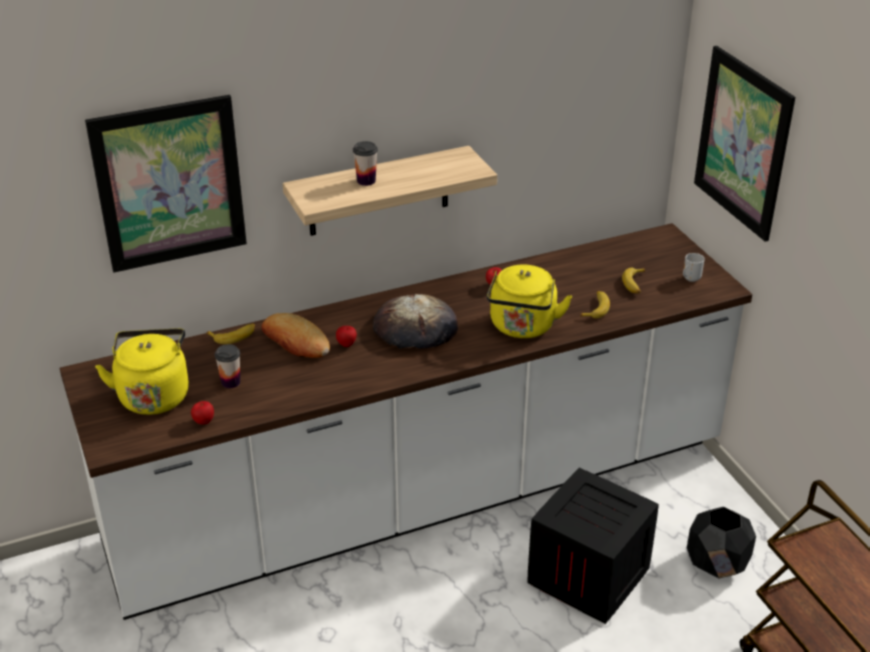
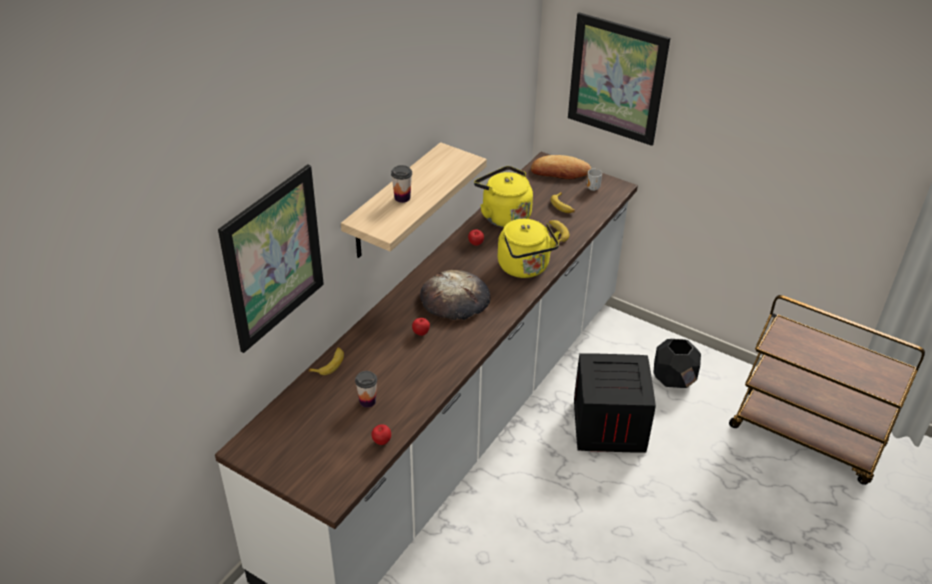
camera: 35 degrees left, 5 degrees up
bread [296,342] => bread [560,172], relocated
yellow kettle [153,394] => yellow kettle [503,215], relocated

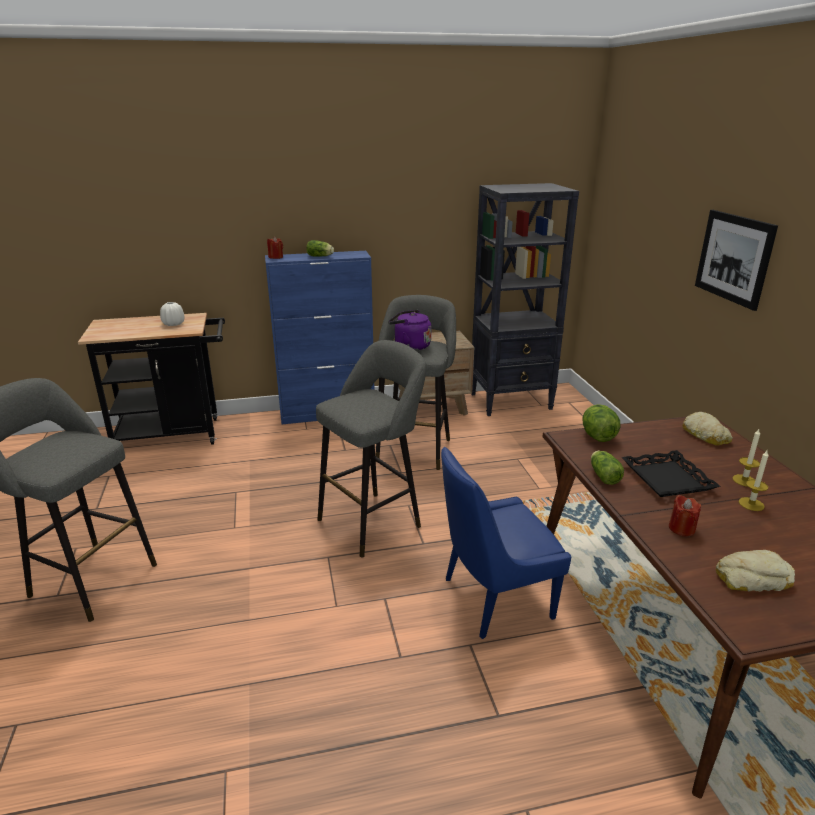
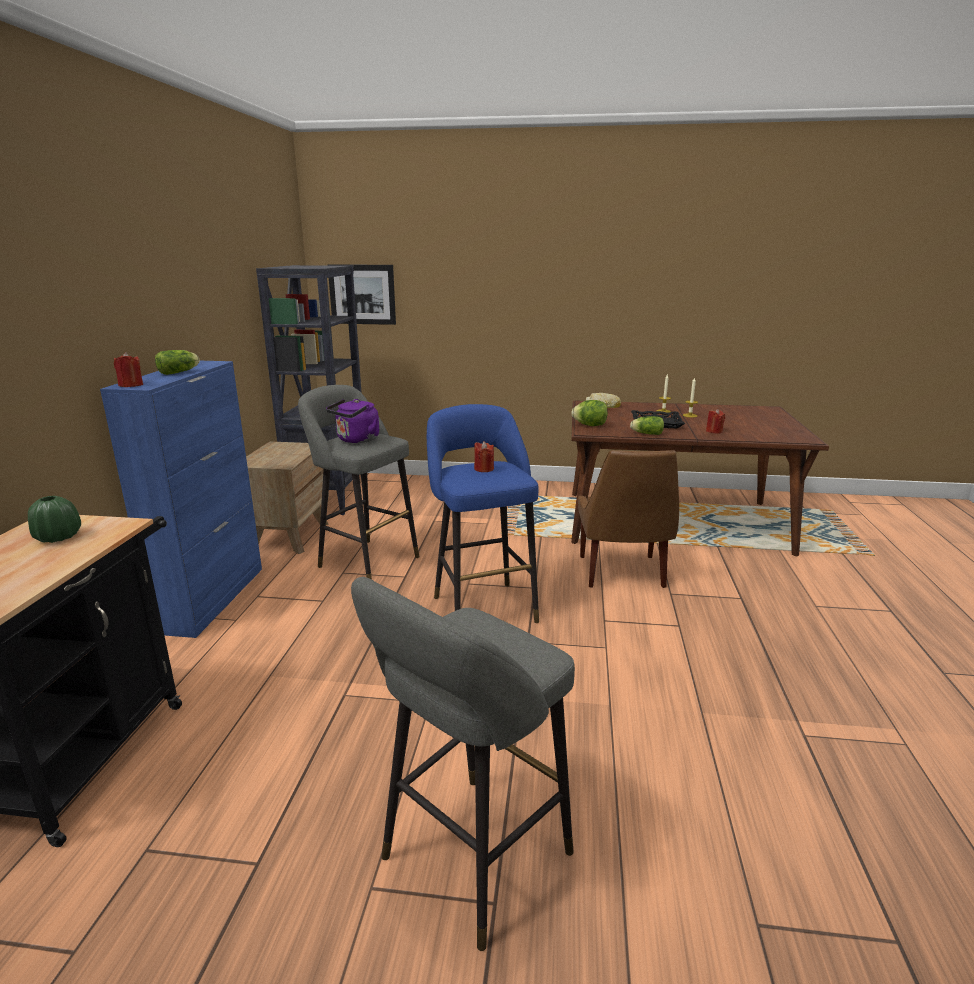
camera: 70 degrees left, 5 degrees down
picture [734,258] => picture [362,294], relocated
white vase [173,324] => green vase [58,537]
grey stool [374,521] => blue stool [482,606]
blue chair [493,599] => brown chair [621,573]
bread [751,578] => nothing
nothing => red candle [484,469]

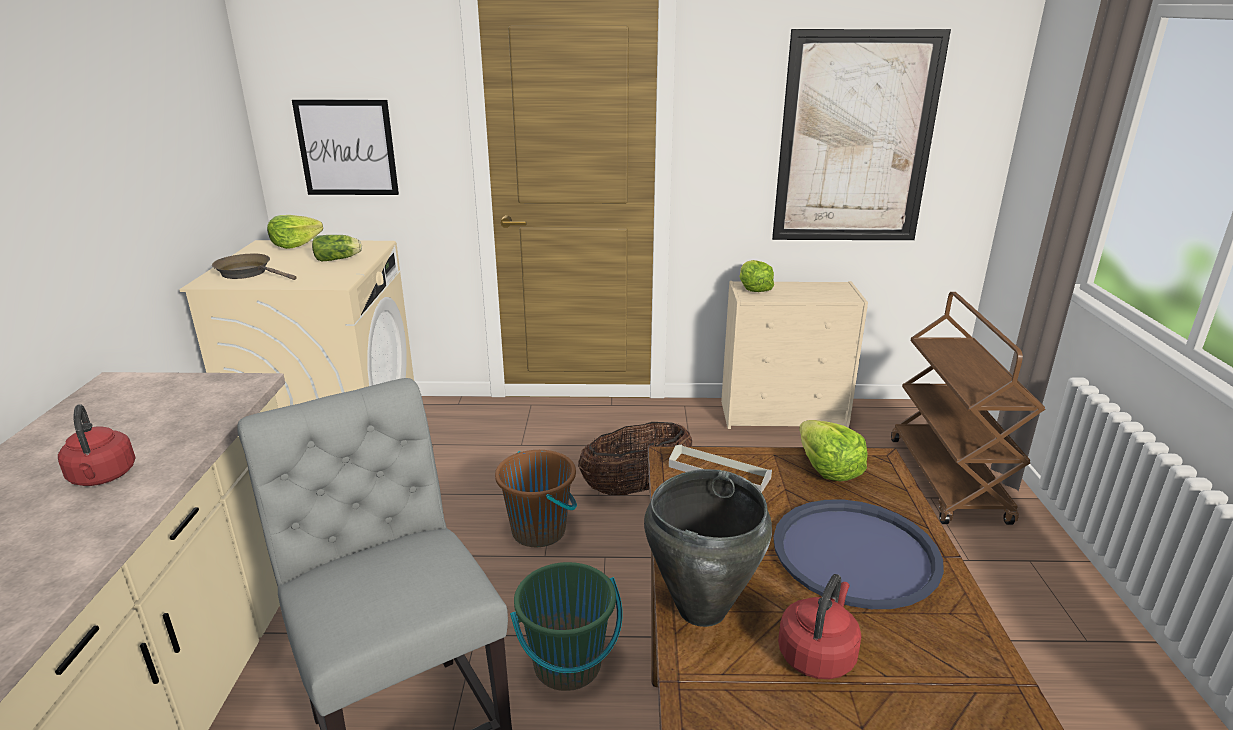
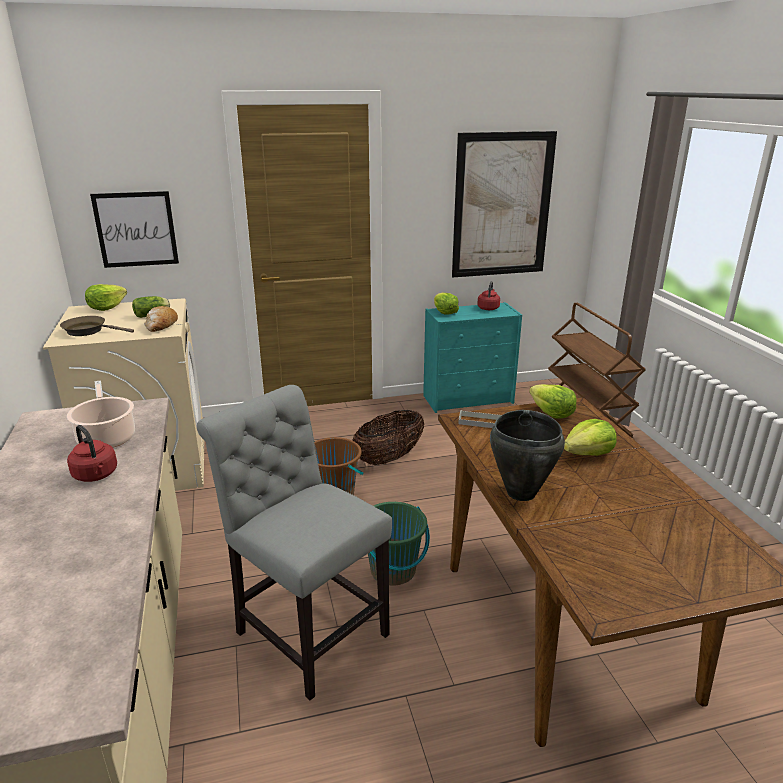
camera: 15 degrees left, 0 degrees up
beige dresser [784,415] => turquoise dresser [469,399]
blue tray [855,553] => lettuce [588,453]
red kettle [818,654] => red kettle [488,308], relocated
nothing => bread [161,326]
nothing => cooking pot [106,437]

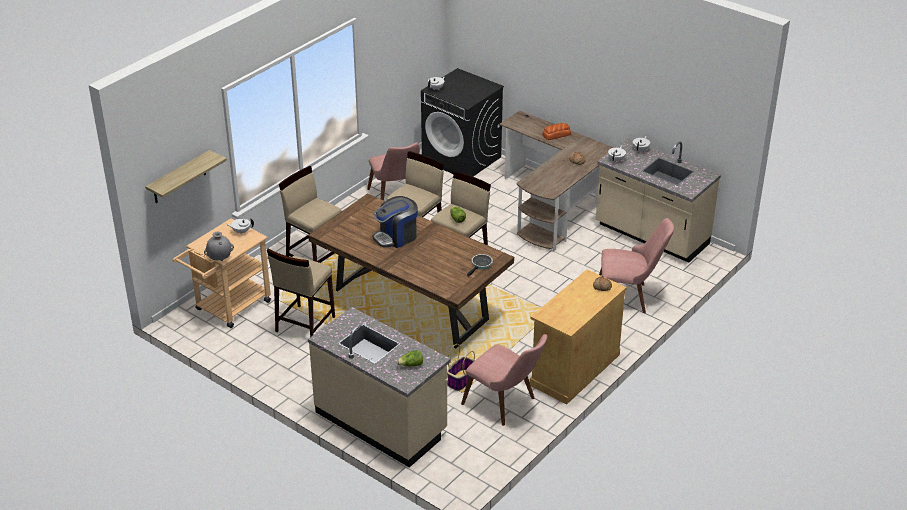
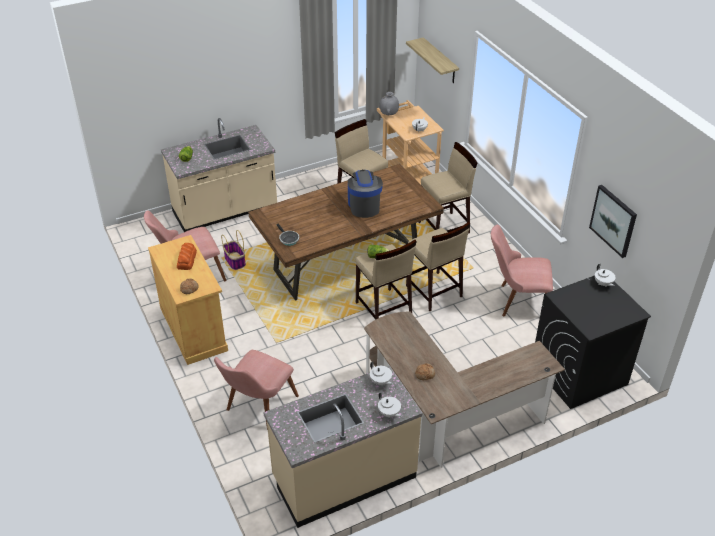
camera: 115 degrees right, 5 degrees up
bread [556,134] => bread [187,259], relocated
nothing => picture [613,220]

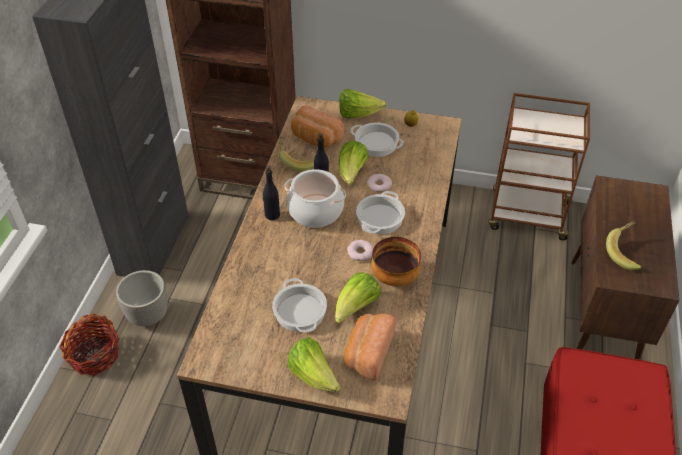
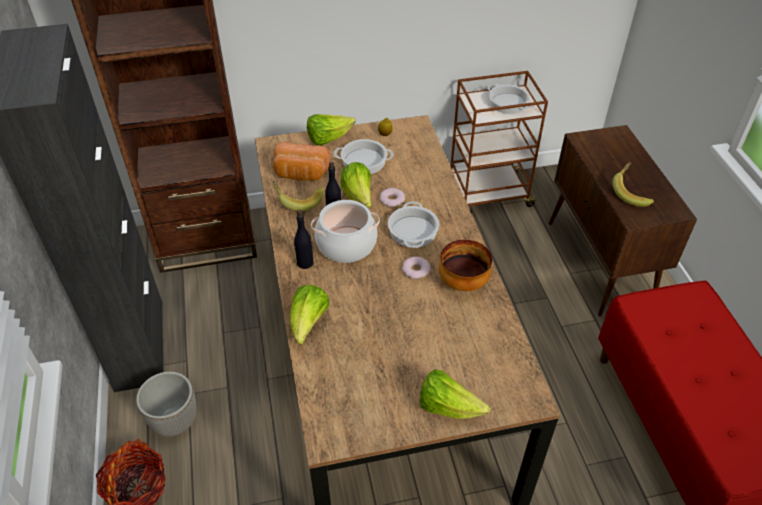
camera: 25 degrees left, 0 degrees up
lettuce [356,308] => lettuce [308,324], relocated
cooking pot [300,312] => cooking pot [508,103], relocated
bread [367,353] => nothing

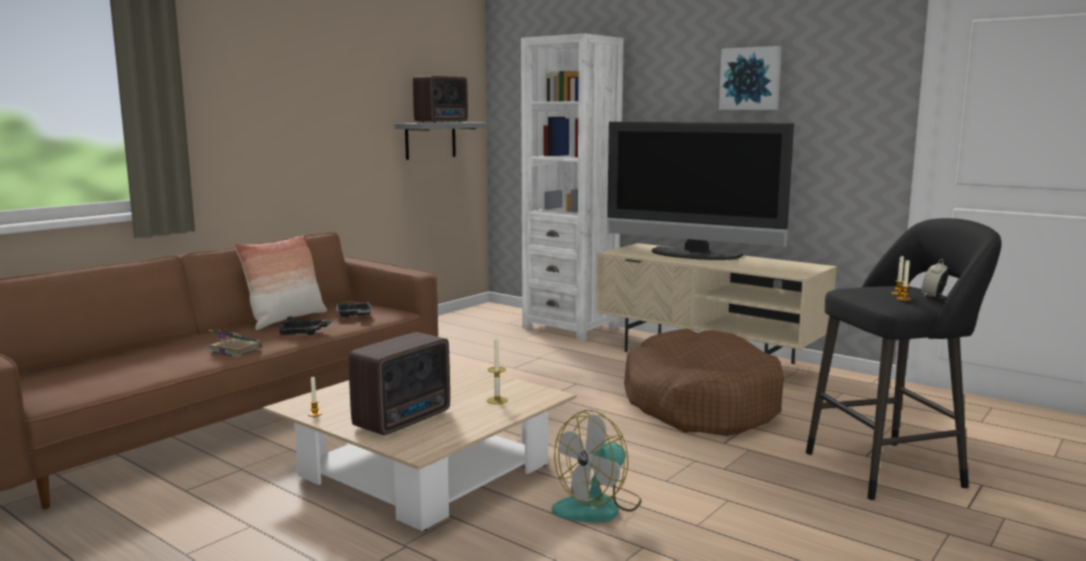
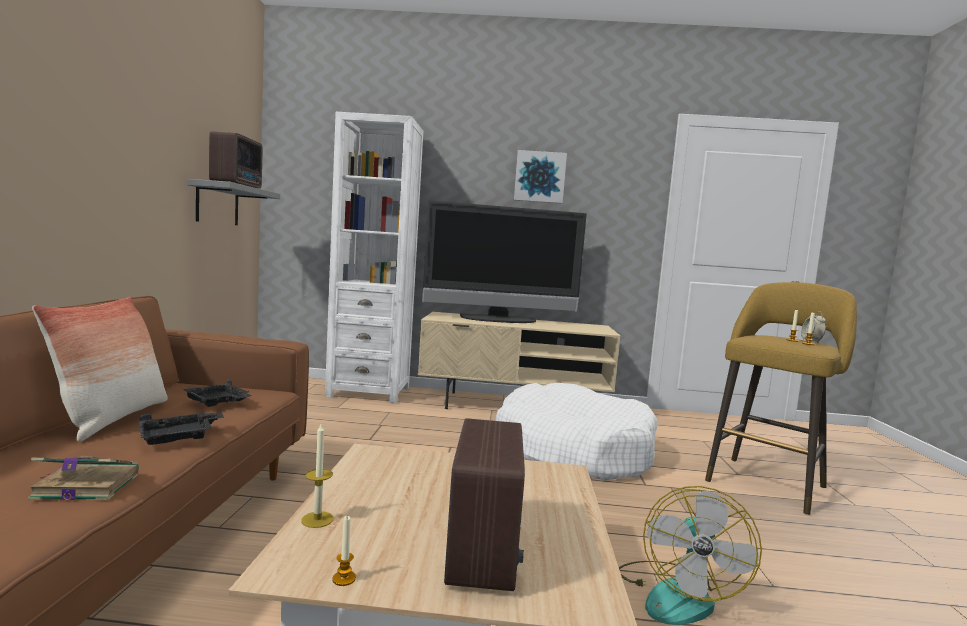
camera: 35 degrees left, 5 degrees down
black stool [891,469] => yellow stool [768,482]
brown dog bed [700,404] => white dog bed [573,450]
candle [497,400] => candle [317,519], relocated

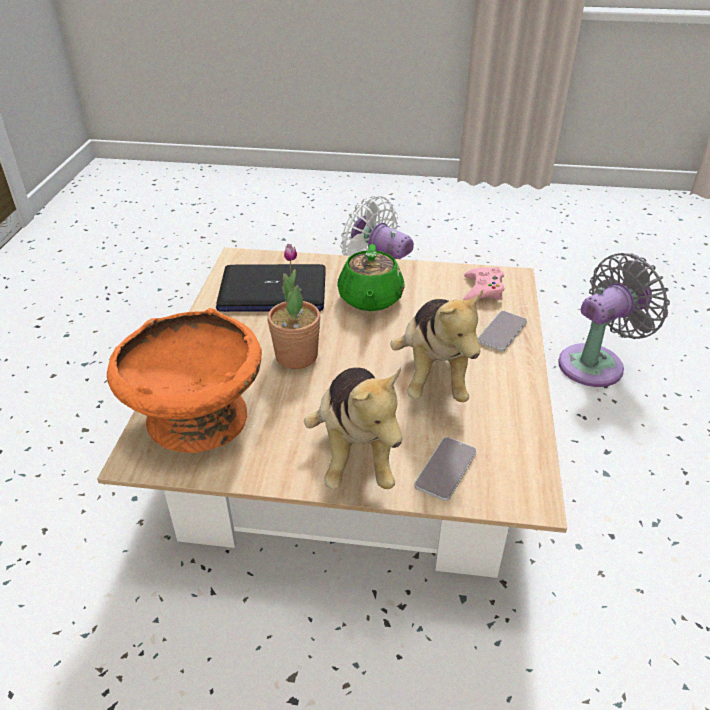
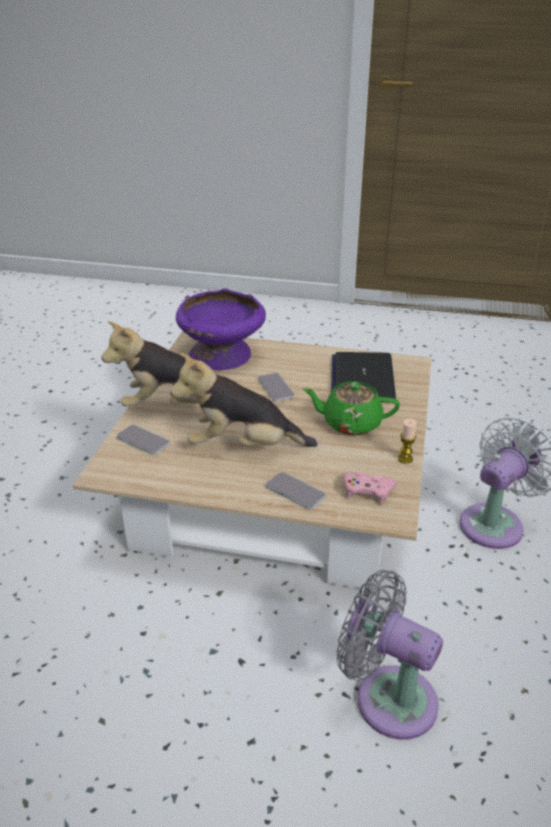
camera: 95 degrees right, 5 degrees down
potted plant [296,356] => phone [276,388]
grey fan [596,363] => grey fan [388,697], 150 degrees clockwise
orange bowl [196,415] => purple bowl [222,354]
nothing => candle [405,459]

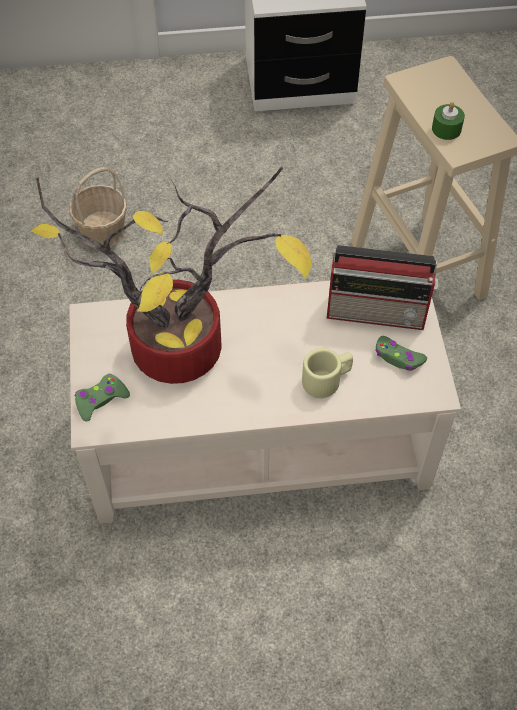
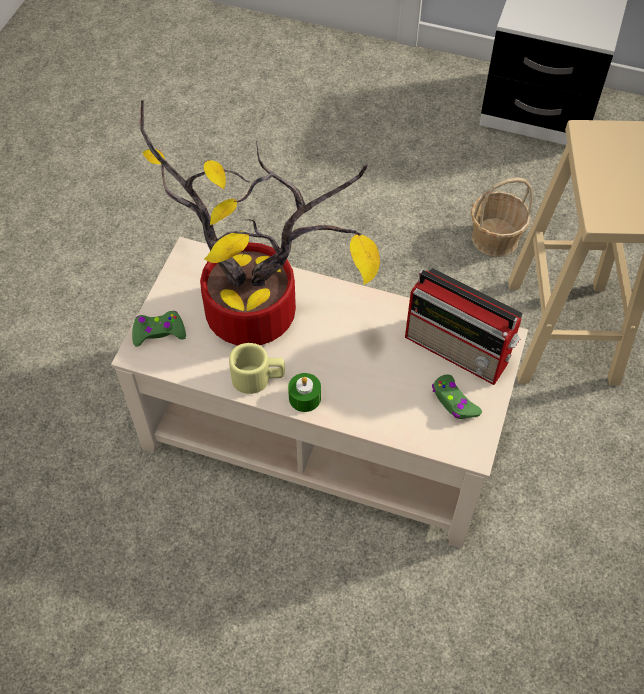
camera: 25 degrees right, 0 degrees up
green candle [446,129] => green candle [304,397], relocated
basket [102,230] => basket [494,238], relocated
beige mug [327,380] => beige mug [258,378], relocated

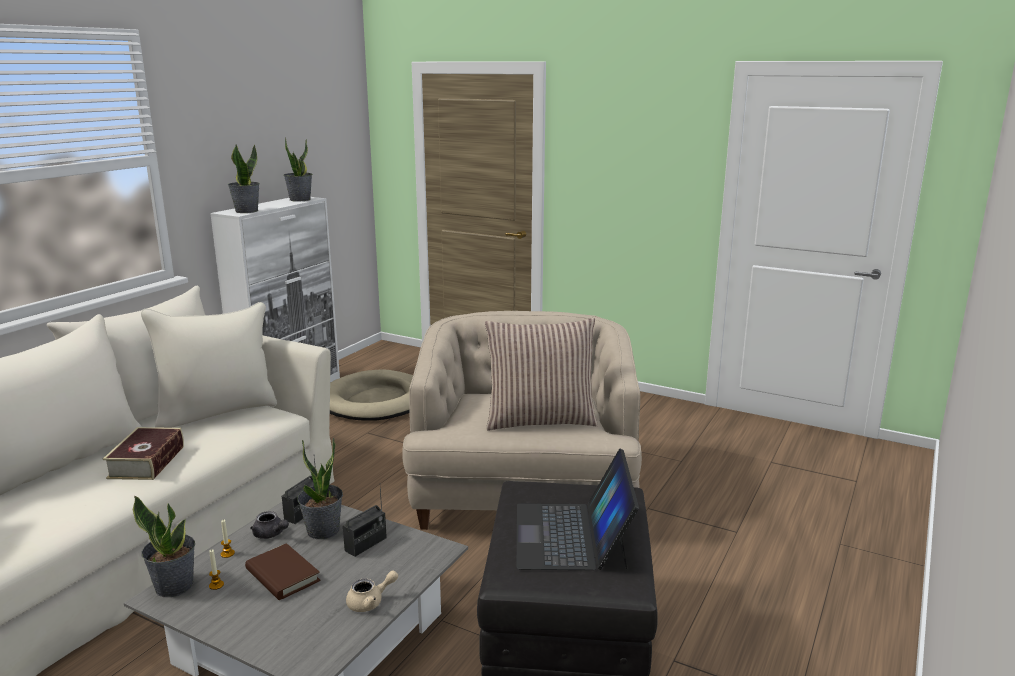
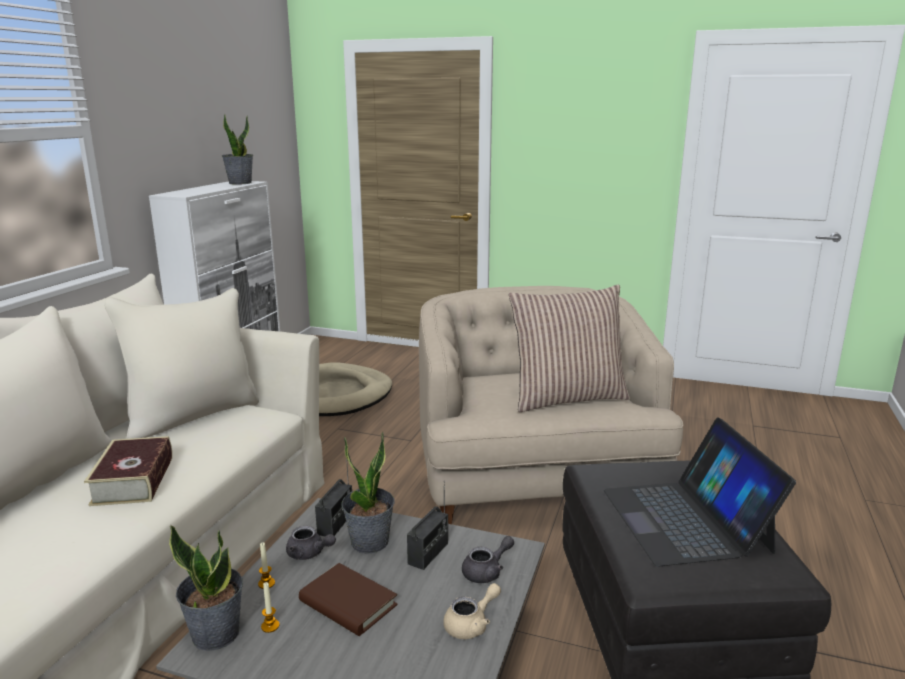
camera: 10 degrees left, 0 degrees up
potted plant [246,211] => nothing
nothing => grey teapot [487,572]

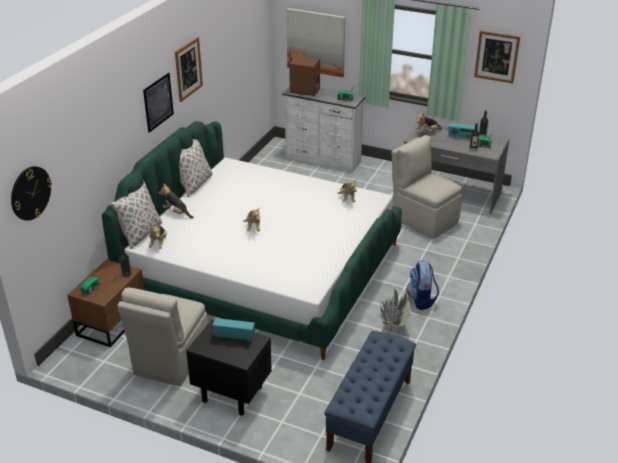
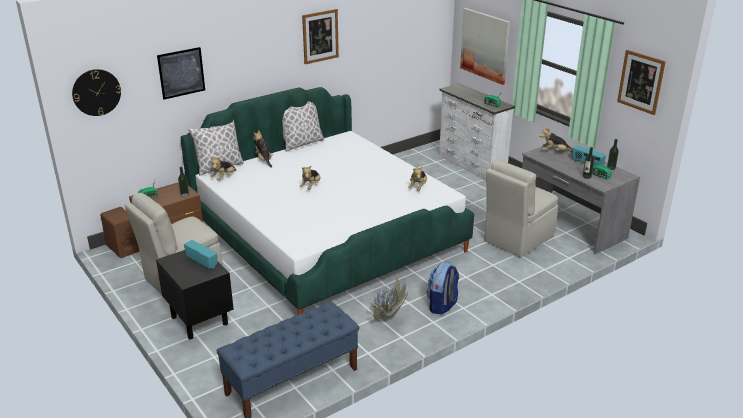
camera: 30 degrees right, 5 degrees down
brown speaker [304,91] => brown speaker [123,248], relocated
picture [158,102] => picture [181,73], relocated
beige chair [423,220] => beige chair [517,239], 120 degrees counterclockwise

